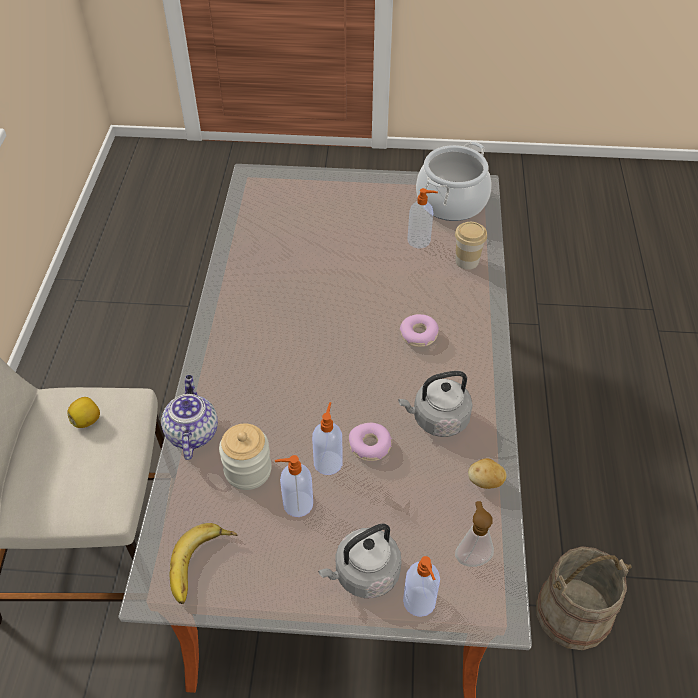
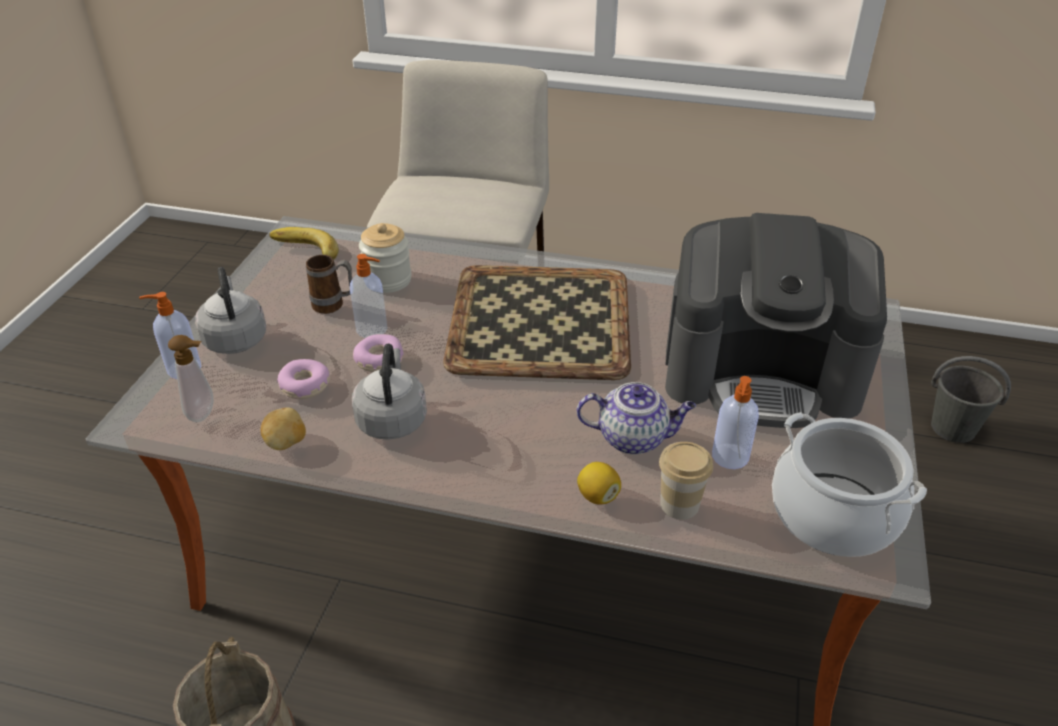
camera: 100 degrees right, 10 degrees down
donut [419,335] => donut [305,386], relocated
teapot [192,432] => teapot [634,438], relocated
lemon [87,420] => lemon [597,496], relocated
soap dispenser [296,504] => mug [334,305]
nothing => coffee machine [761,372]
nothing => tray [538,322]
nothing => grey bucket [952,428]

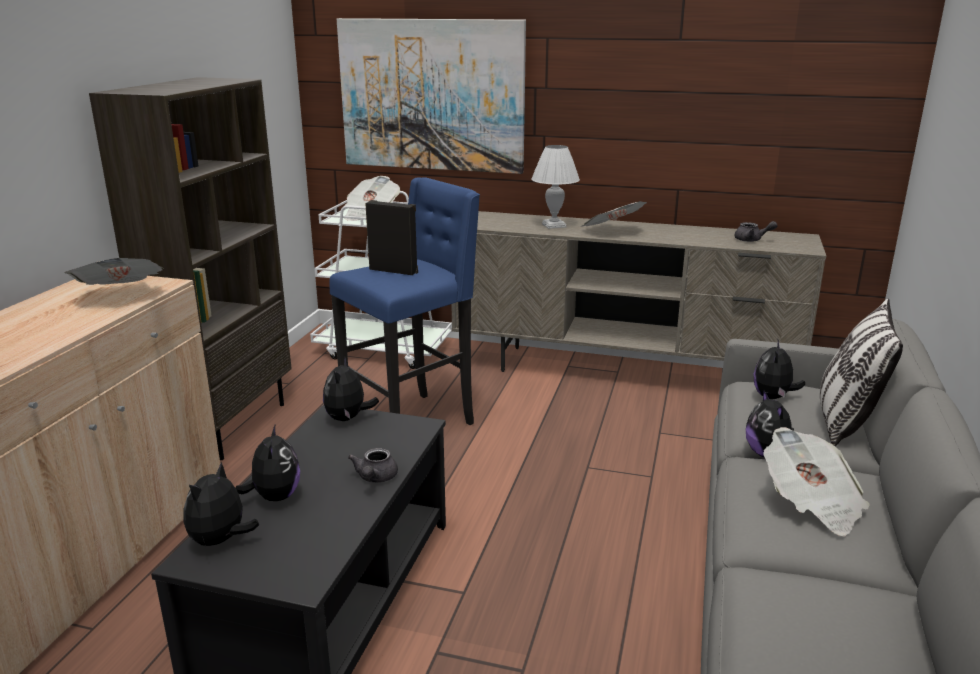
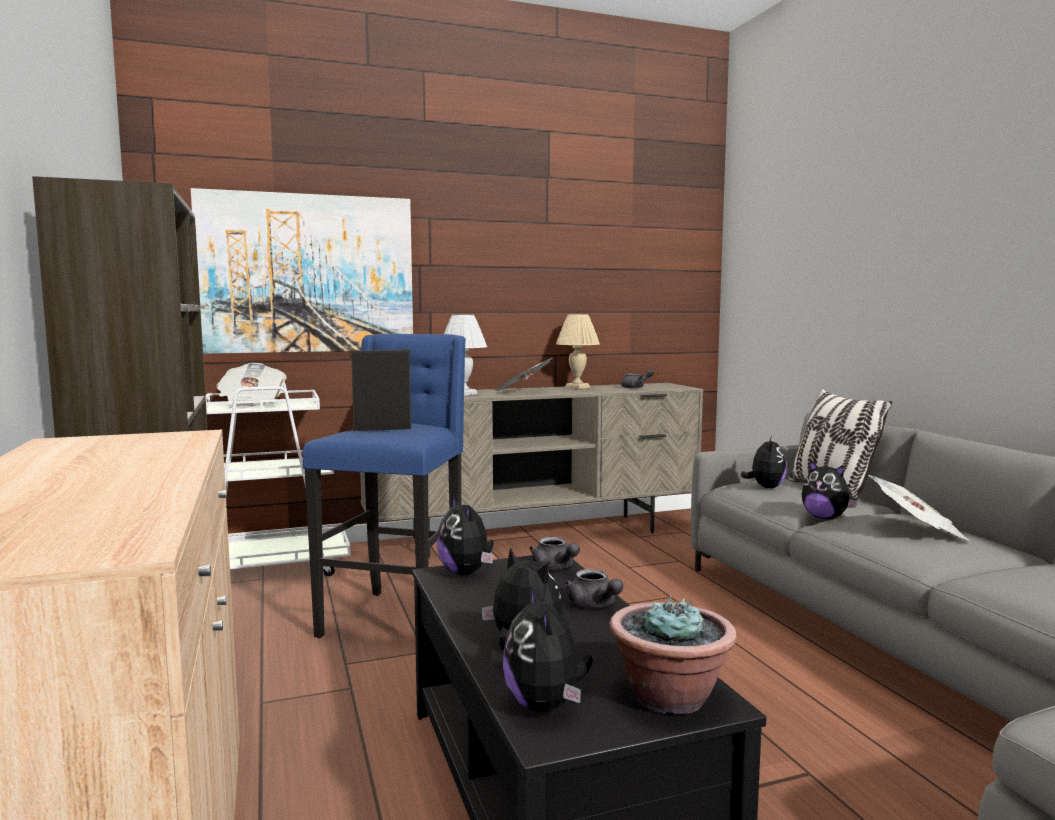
camera: 35 degrees left, 15 degrees down
newspaper [121,295] => nothing
plush toy [773,397] => plush toy [765,487], 150 degrees counterclockwise
nothing => beige table lamp [578,387]
nothing => grey teapot [555,567]
nothing => potted plant [669,697]

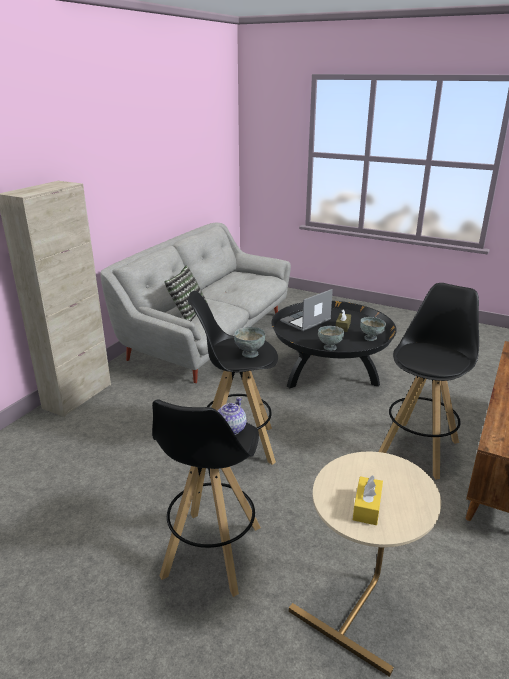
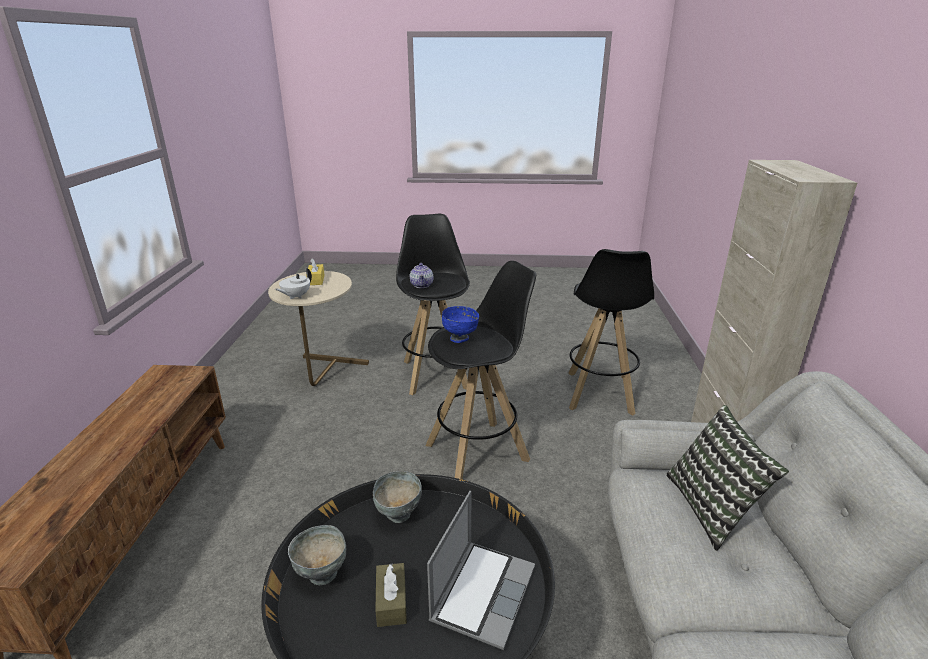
camera: 155 degrees right, 0 degrees up
black stool [419,448] => black stool [599,393], relocated
grey bowl [249,354] => blue bowl [460,338]
nothing => white teapot [296,296]

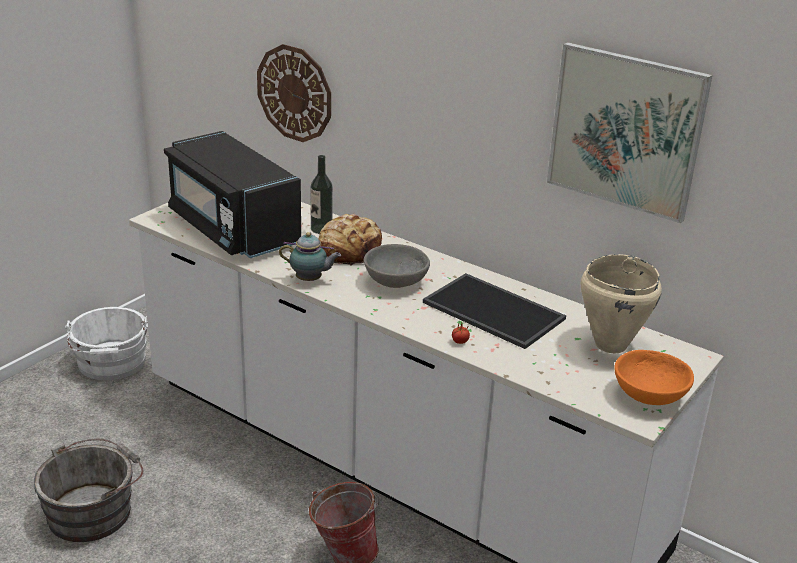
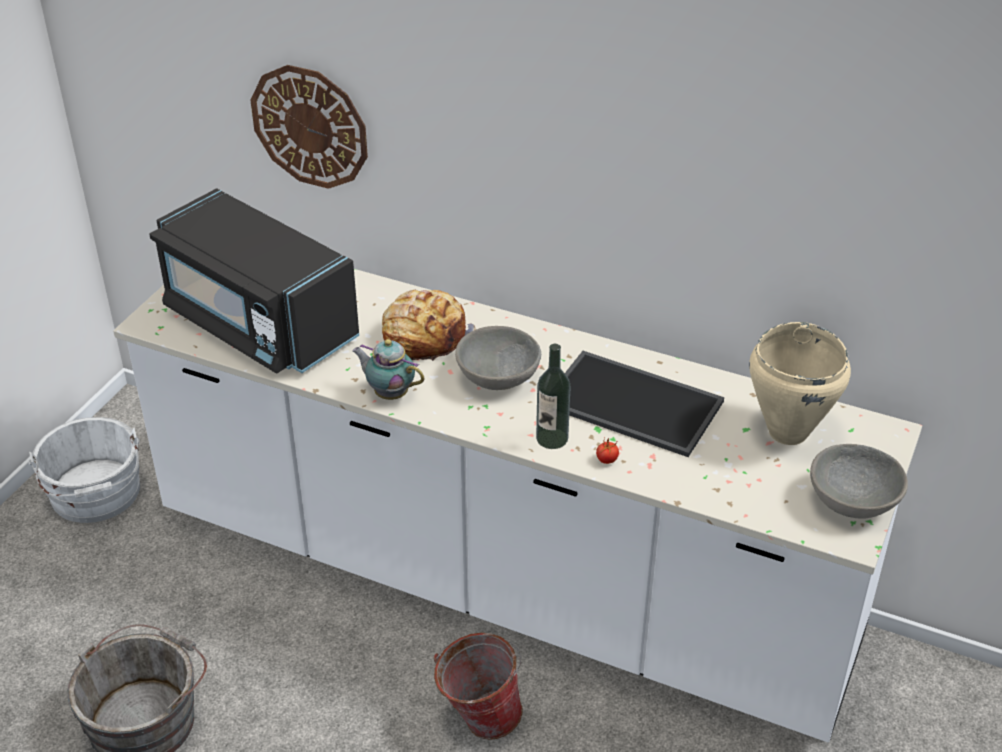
camera: 10 degrees left, 10 degrees up
picture [625,131] => nothing
bottle [321,229] => bottle [552,438], relocated
teapot [310,280] => teapot [389,393], 150 degrees counterclockwise
orange bowl [650,394] => grey bowl [853,500]

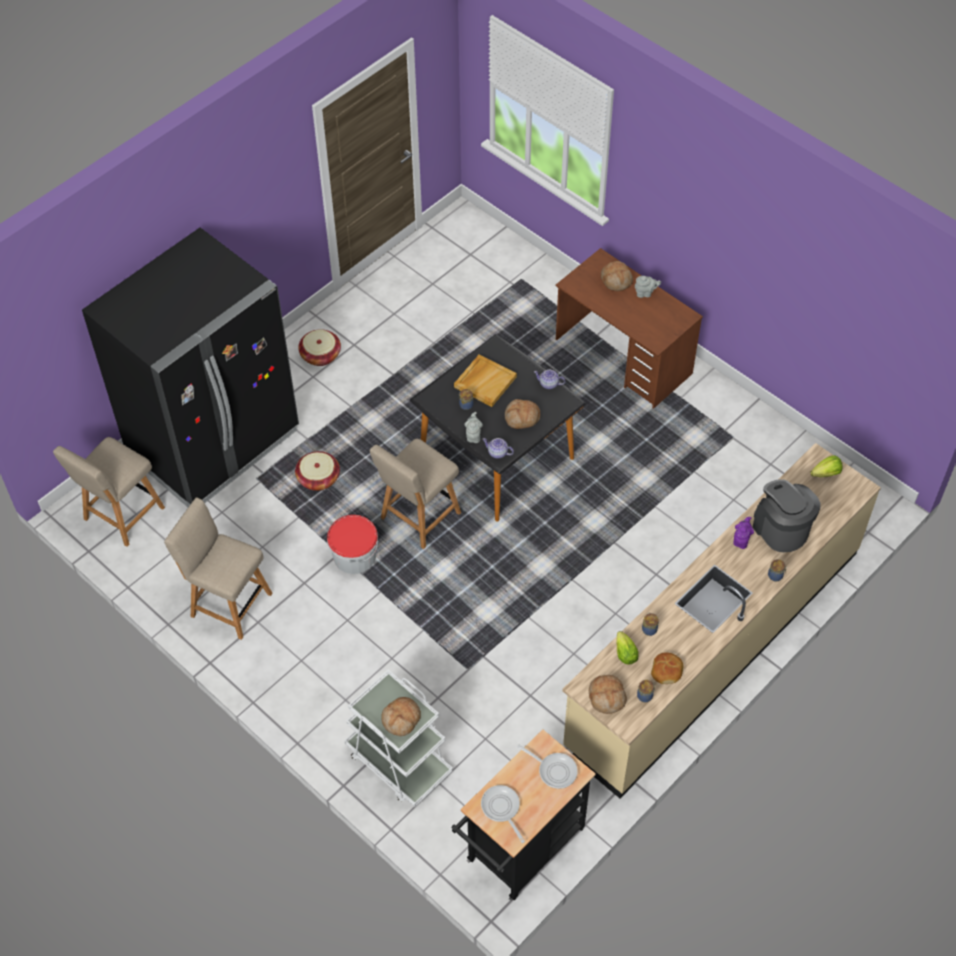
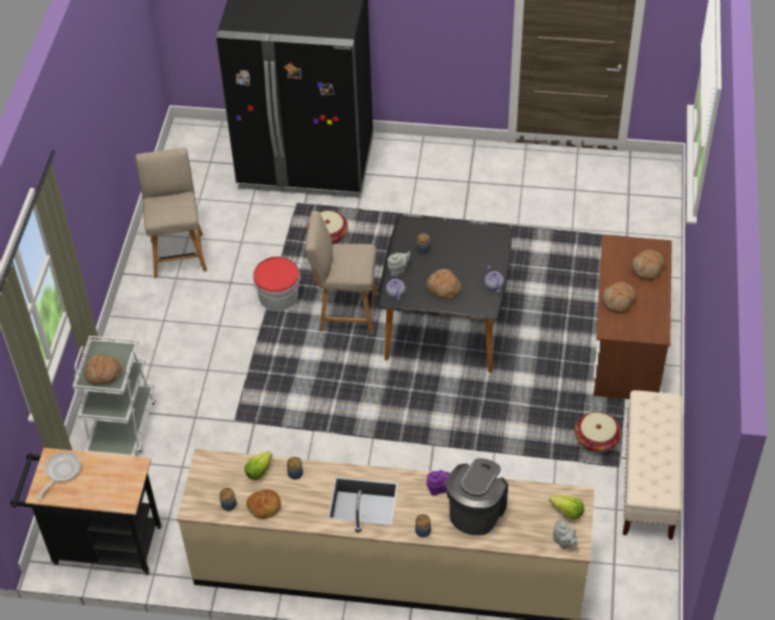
camera: 55 degrees right, 5 degrees down
grey teapot [645,293] => grey teapot [564,542], relocated
basket [320,355] => basket [596,439], relocated
beige tray [485,381] => nothing
beige chair [121,516] => nothing
bread [607,697] => bread [618,301], relocated
frying pan [554,770] => nothing
nothing => beige bench [648,481]

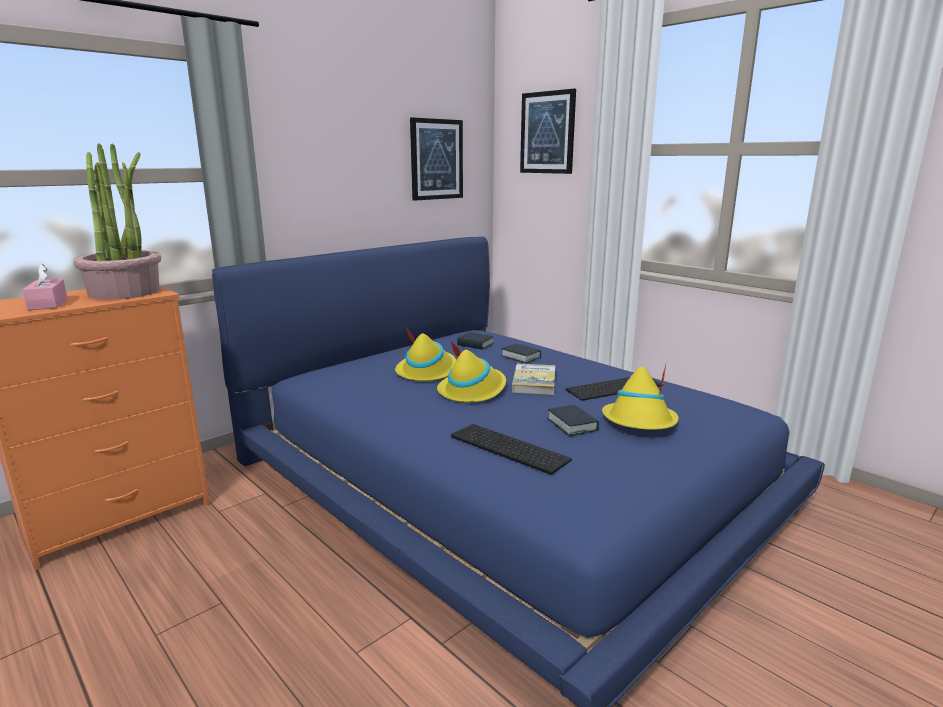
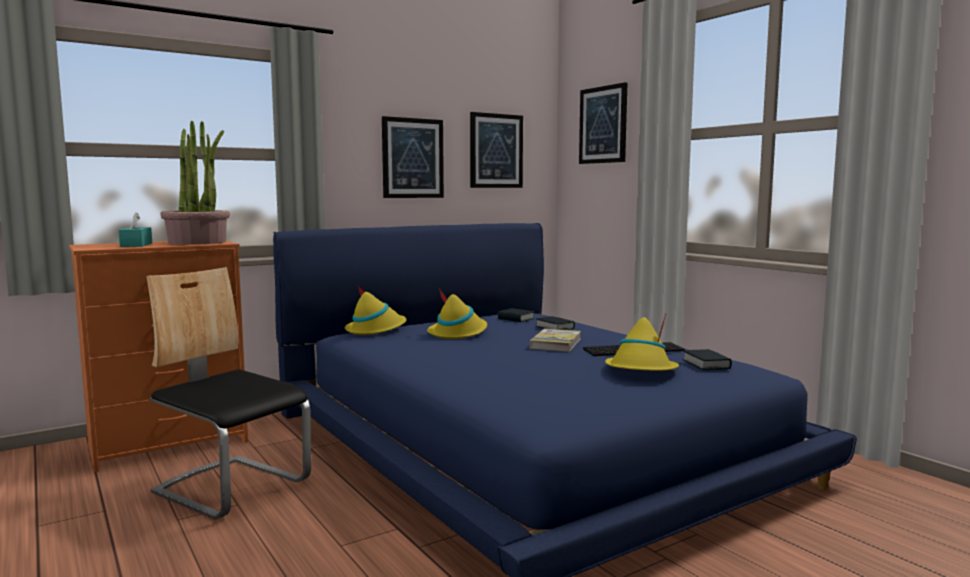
camera: 10 degrees right, 10 degrees down
pink tissue box [48,304] => turquoise tissue box [136,245]
yellow hat [472,390] => yellow hat [376,329], relocated
book [572,425] => book [706,364], relocated
keyboard [506,448] => nothing
nothing => picture [412,158]
nothing => chair [232,486]

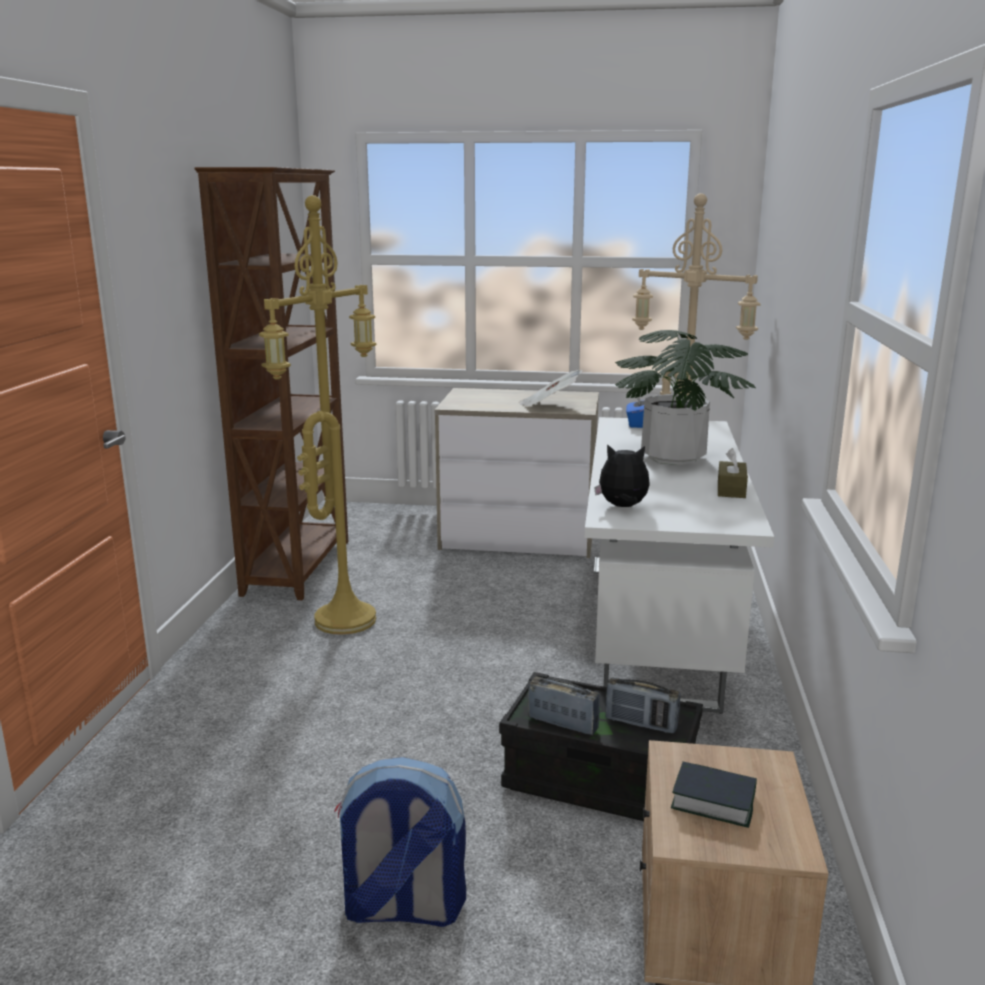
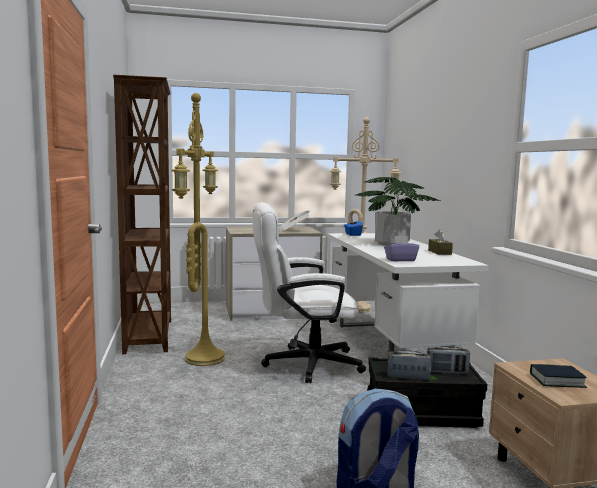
camera: 20 degrees left, 10 degrees down
plush toy [622,507] => purple tissue box [400,260]
nothing => white office chair [303,364]

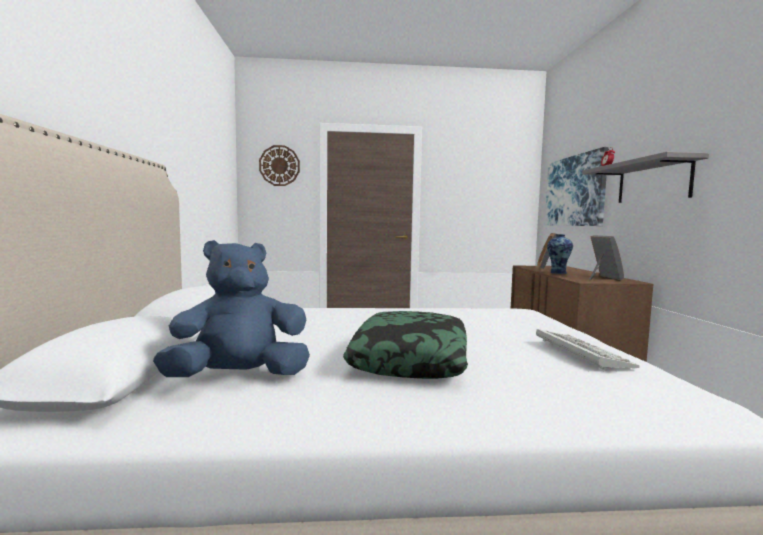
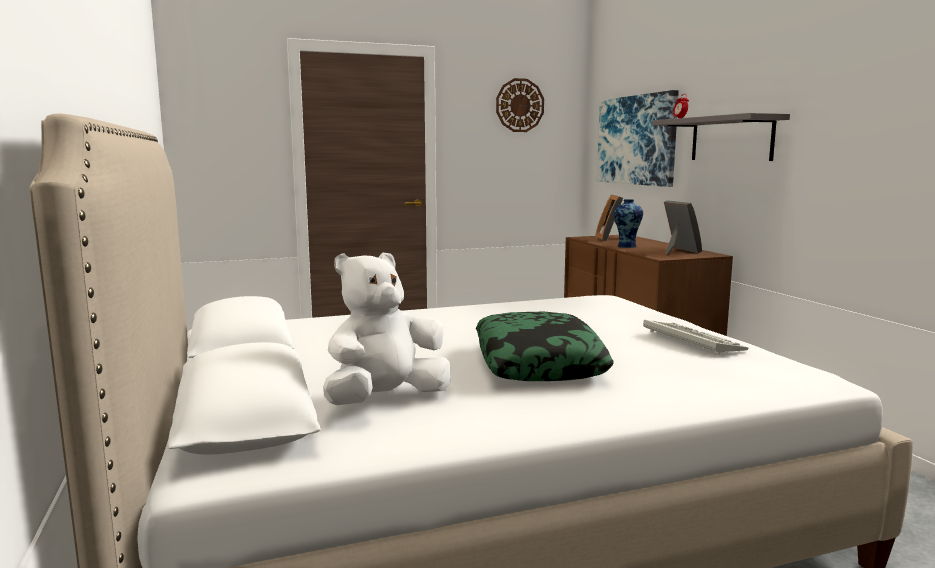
camera: 15 degrees left, 5 degrees up
wall clock [279,165] => wall clock [519,105], relocated
blue plush toy [240,377] => white plush toy [386,400]

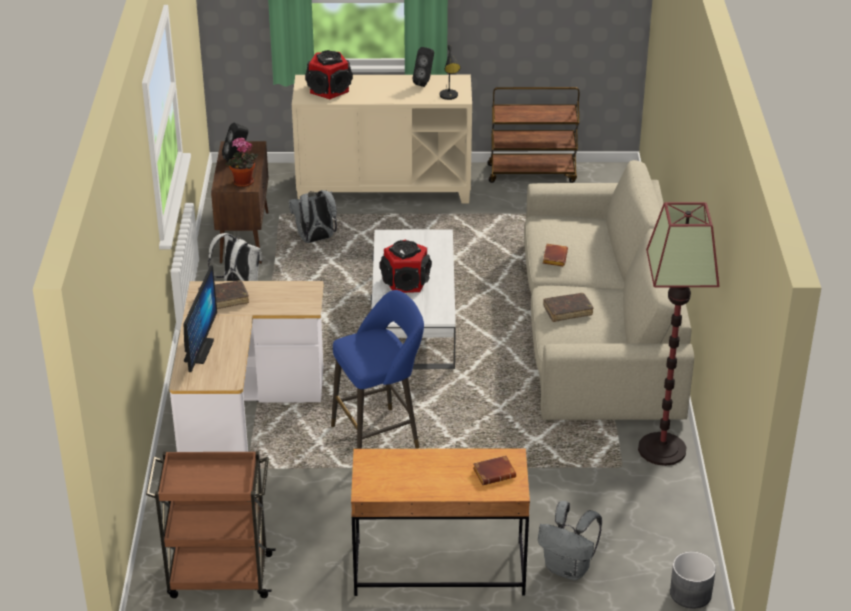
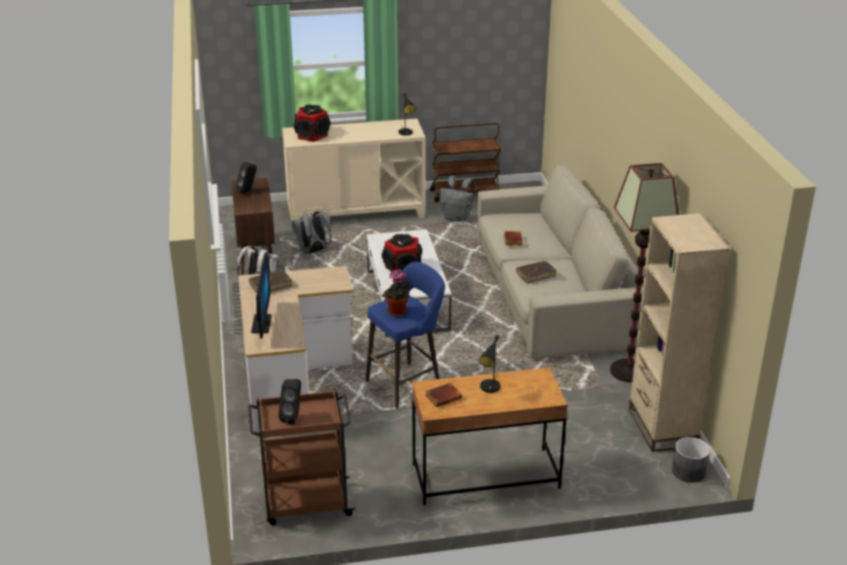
camera: 10 degrees left, 5 degrees down
black speaker [425,82] => black speaker [293,417], relocated
potted plant [243,183] => potted plant [397,313], relocated
brown book [495,472] => brown book [443,397], relocated
grey backpack [568,569] => grey backpack [457,218], relocated
nothing => beige bookcase [662,427]
nothing => black table lamp [489,388]

